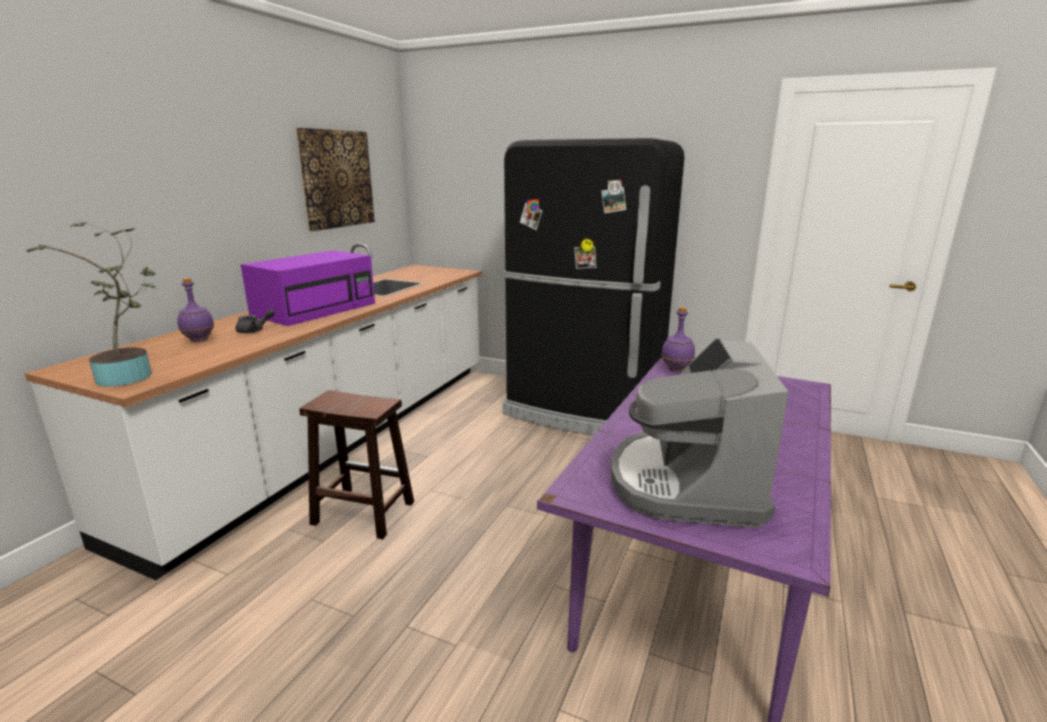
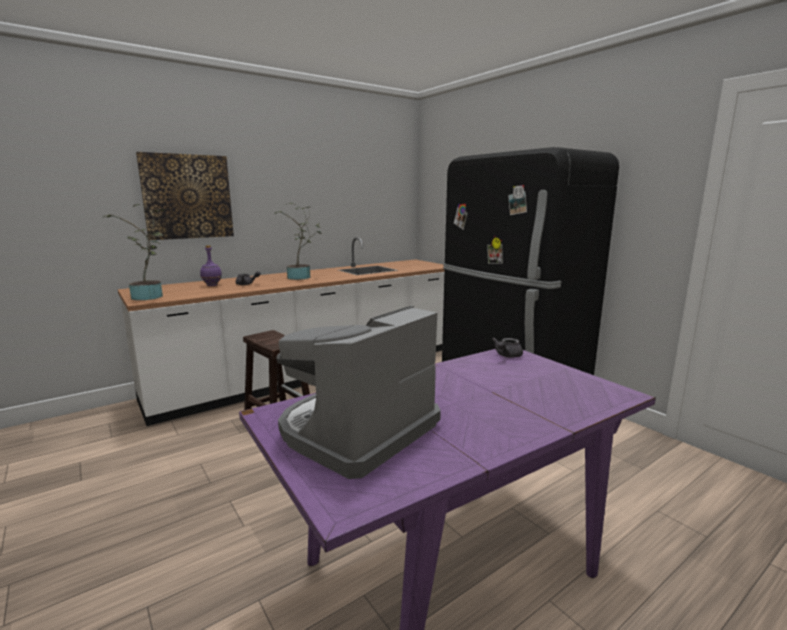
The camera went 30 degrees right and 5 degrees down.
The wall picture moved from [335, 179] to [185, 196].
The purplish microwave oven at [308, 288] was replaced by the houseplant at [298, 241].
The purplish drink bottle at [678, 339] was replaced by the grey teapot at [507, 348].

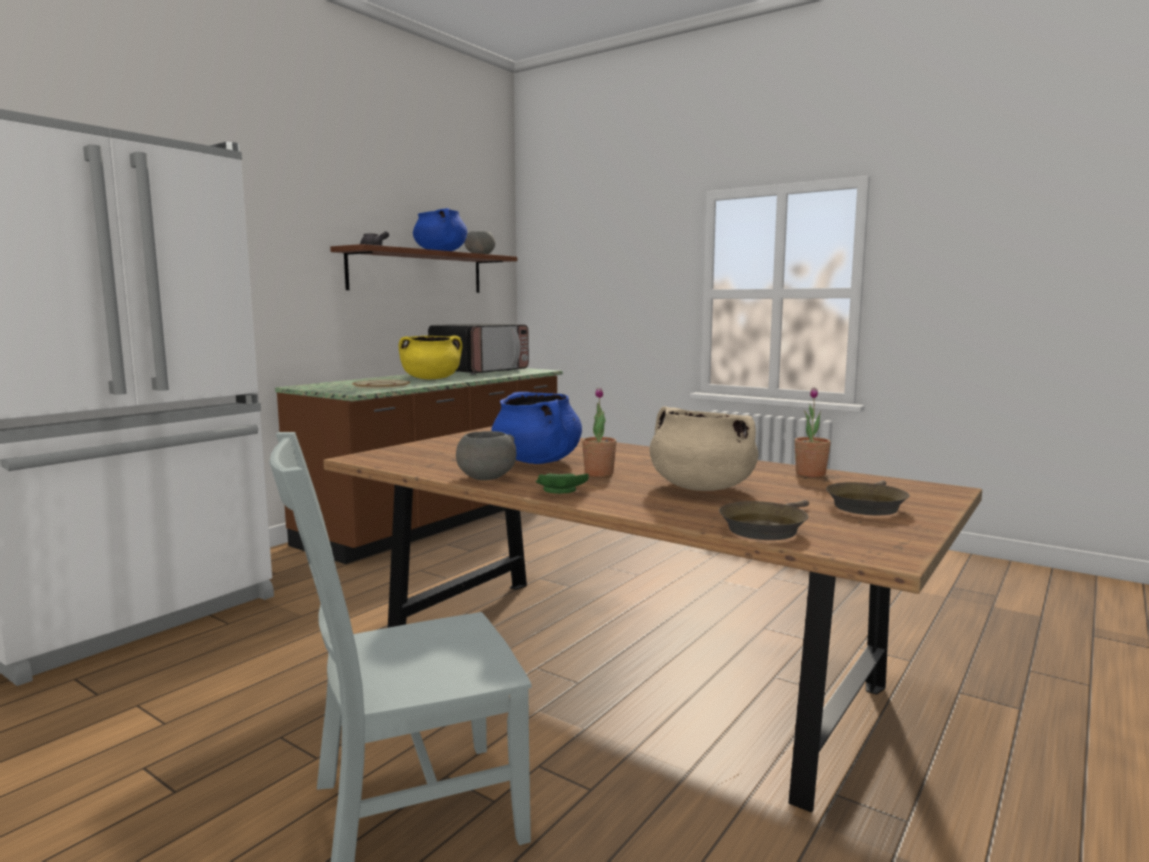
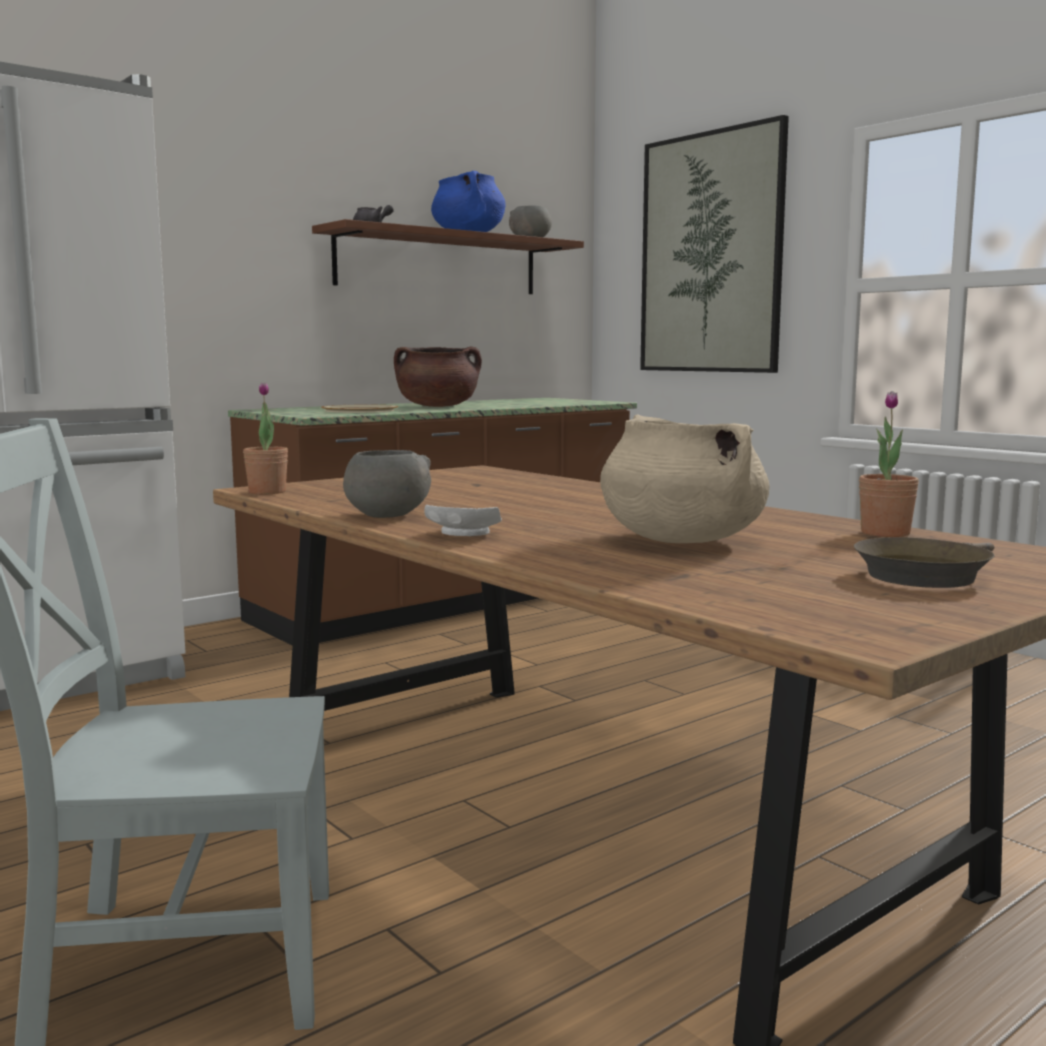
The camera went 15 degrees right and 0 degrees up.
The houseplant moved from [599, 432] to [265, 438].
The yellowish stockpot at [430, 357] became the brown stockpot at [438, 376].
The green plate at [562, 483] became the whitish plate at [463, 520].
The wall picture at [714, 244] appeared.
The microwave oven at [478, 349] disappeared.
The blue stockpot at [536, 428] disappeared.
The brown skillet at [764, 520] disappeared.

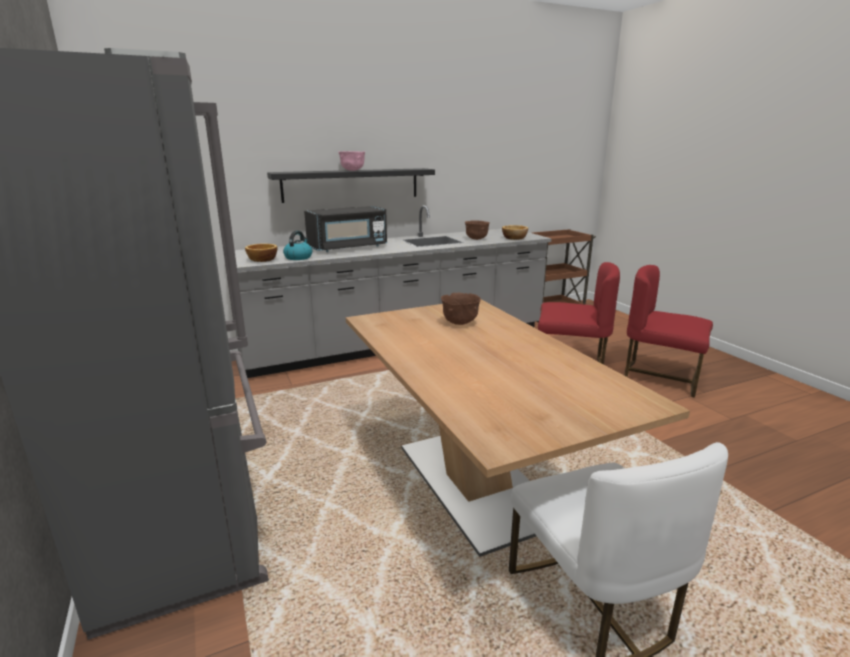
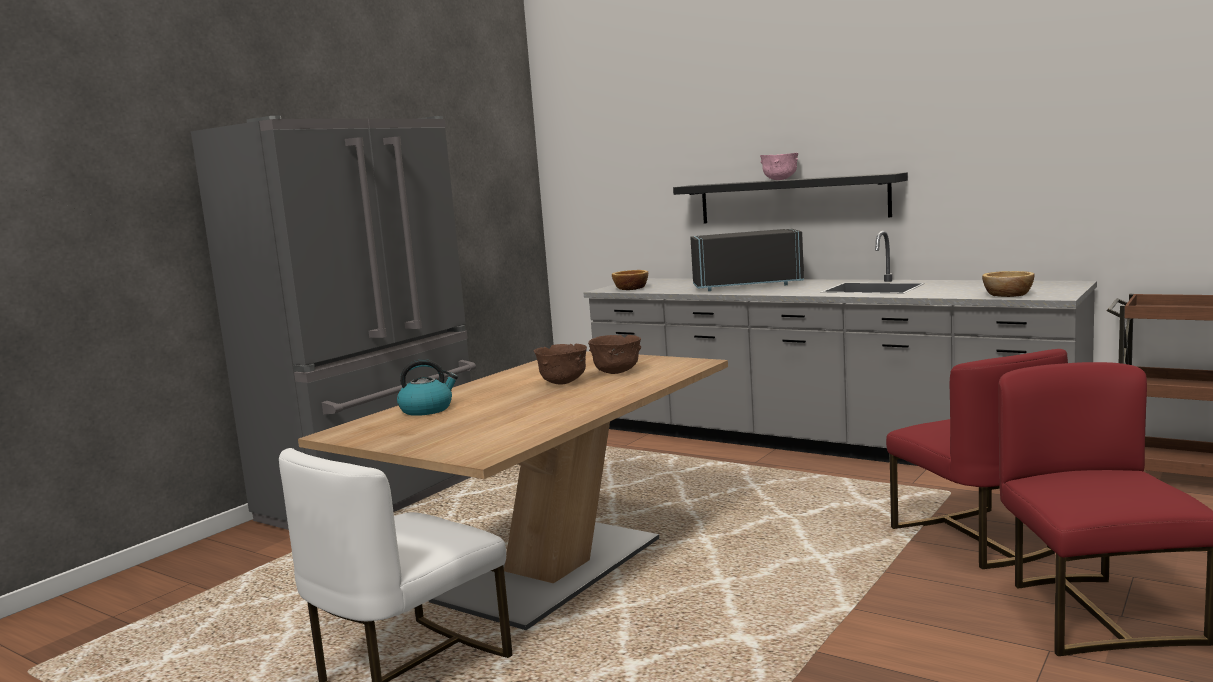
The camera went 60 degrees right and 10 degrees down.
The water kettle moved from [297, 245] to [427, 387].
The brown bowl moved from [477, 230] to [560, 364].
The black microwave oven at [345, 229] turned 150 degrees clockwise.

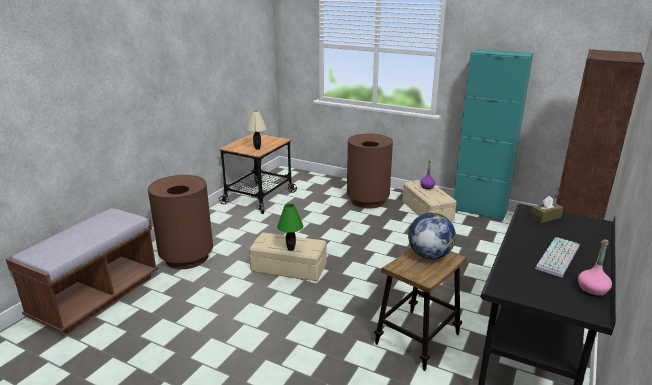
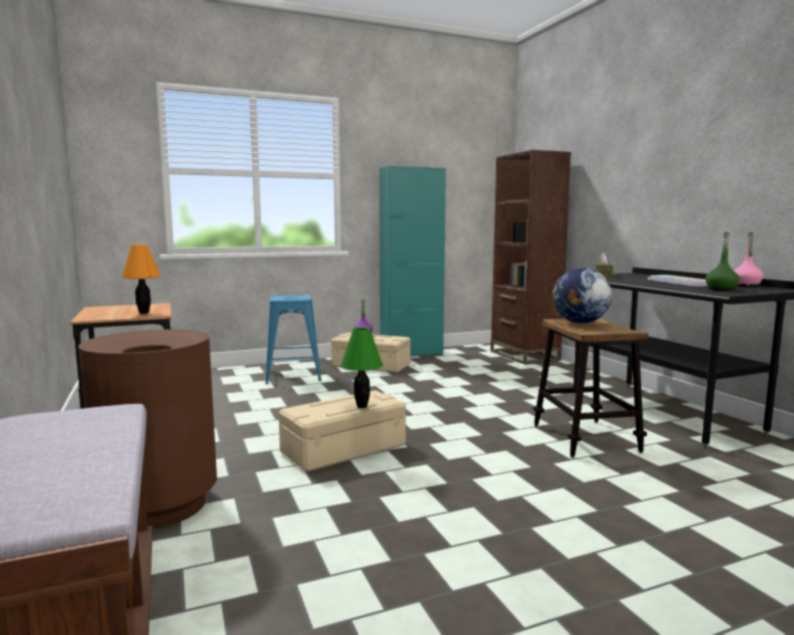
The camera went 50 degrees left and 15 degrees down.
The beige-coloured tabletop lamp at [256, 130] became the orange-coloured tabletop lamp at [141, 279].
The brown waste bin at [370, 171] was replaced by the blue sitting stool at [294, 339].
The green drink bottle at [722, 261] appeared.

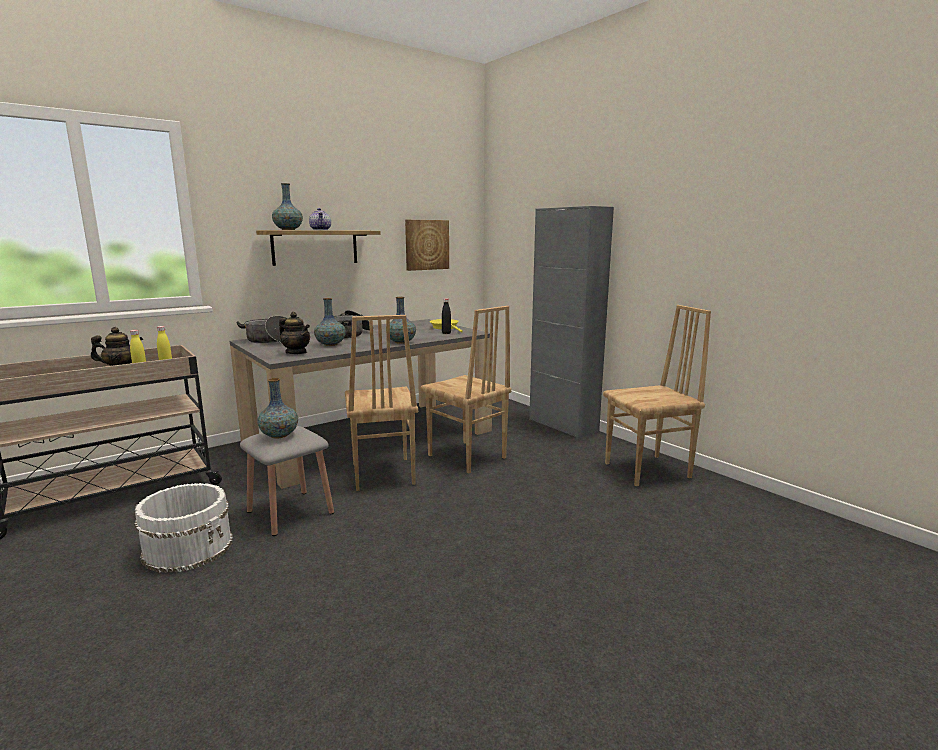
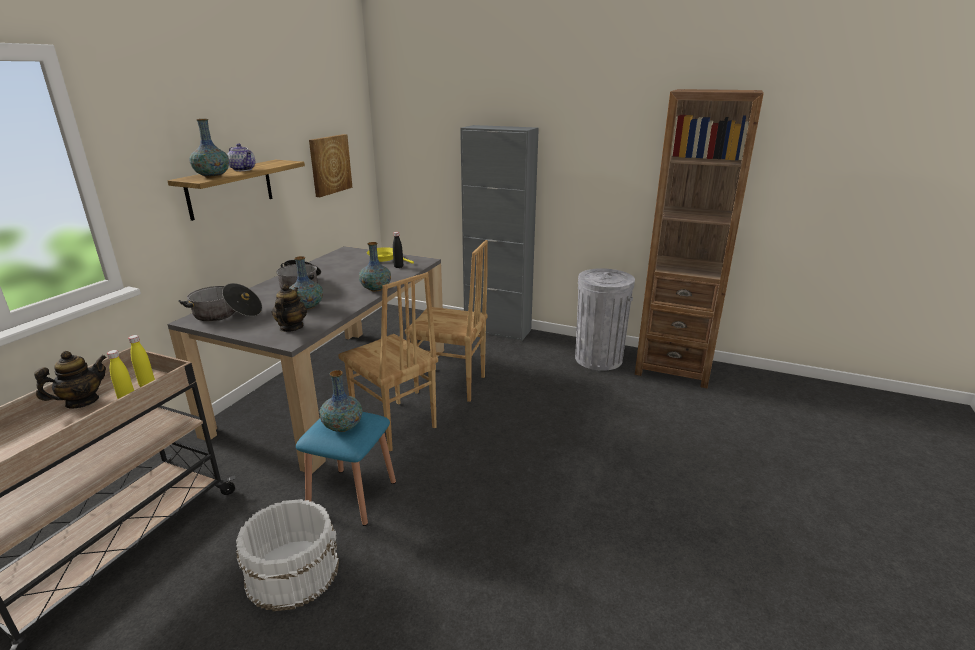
The camera went 30 degrees left and 10 degrees up.
The teapot at [294, 333] turned 90 degrees counterclockwise.
The grey sitting stool at [287, 481] became the blue sitting stool at [346, 469].
The brown plain chair at [657, 395] was replaced by the grey waste bin at [605, 319].
The brown bookshelf at [699, 238] appeared.

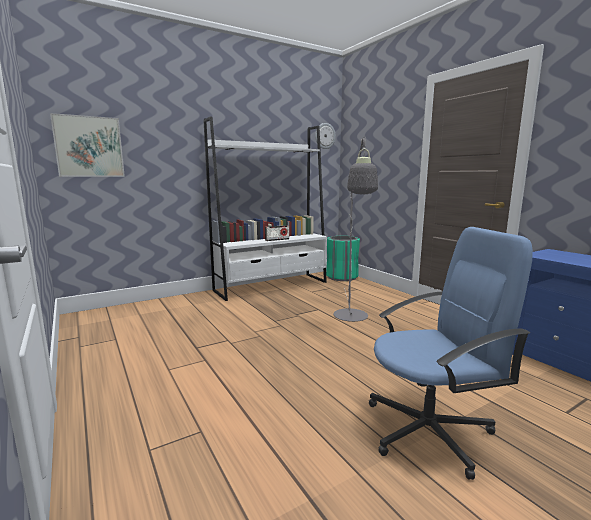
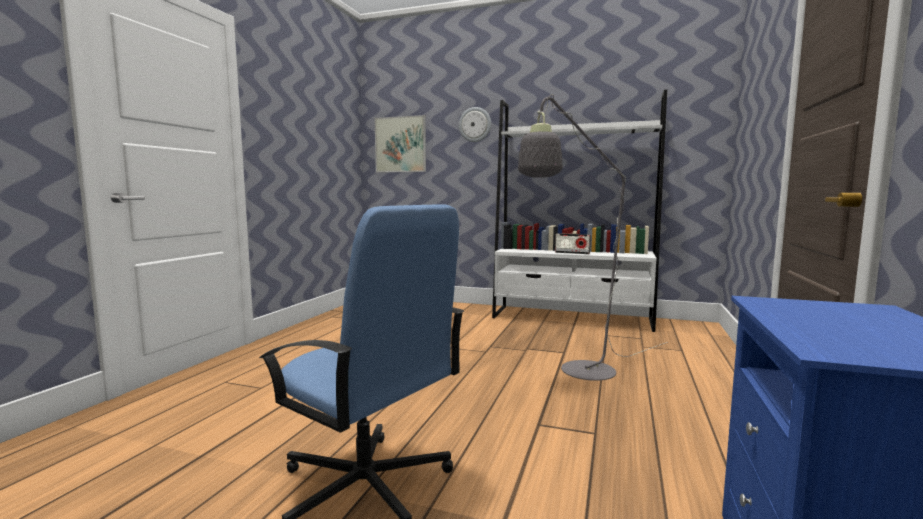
The camera went 50 degrees right and 5 degrees down.
The wall clock moved from [325, 136] to [475, 124].
The green waste bin at [343, 258] disappeared.

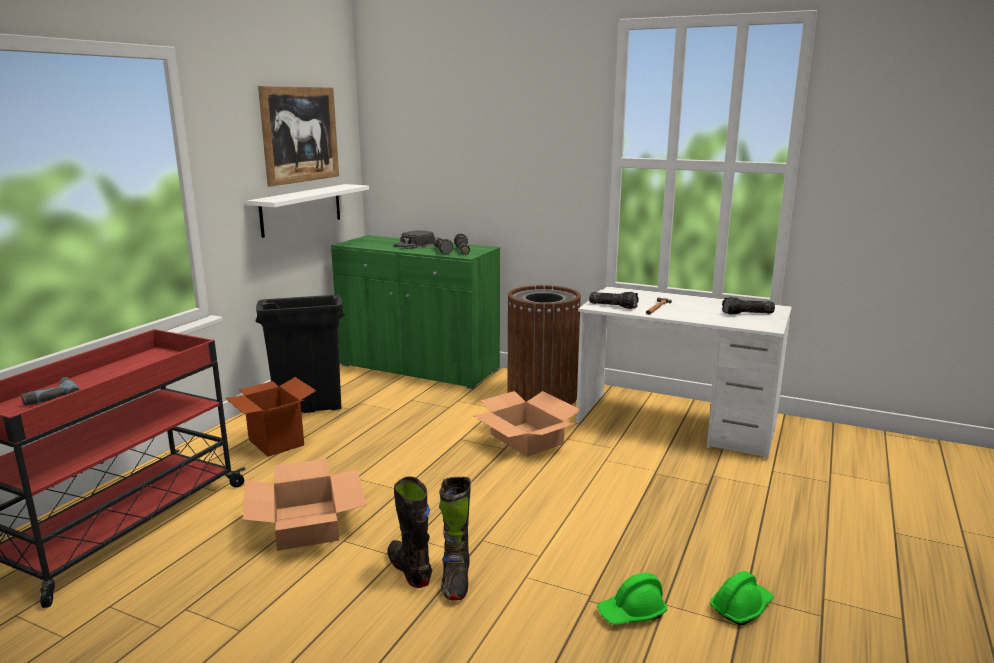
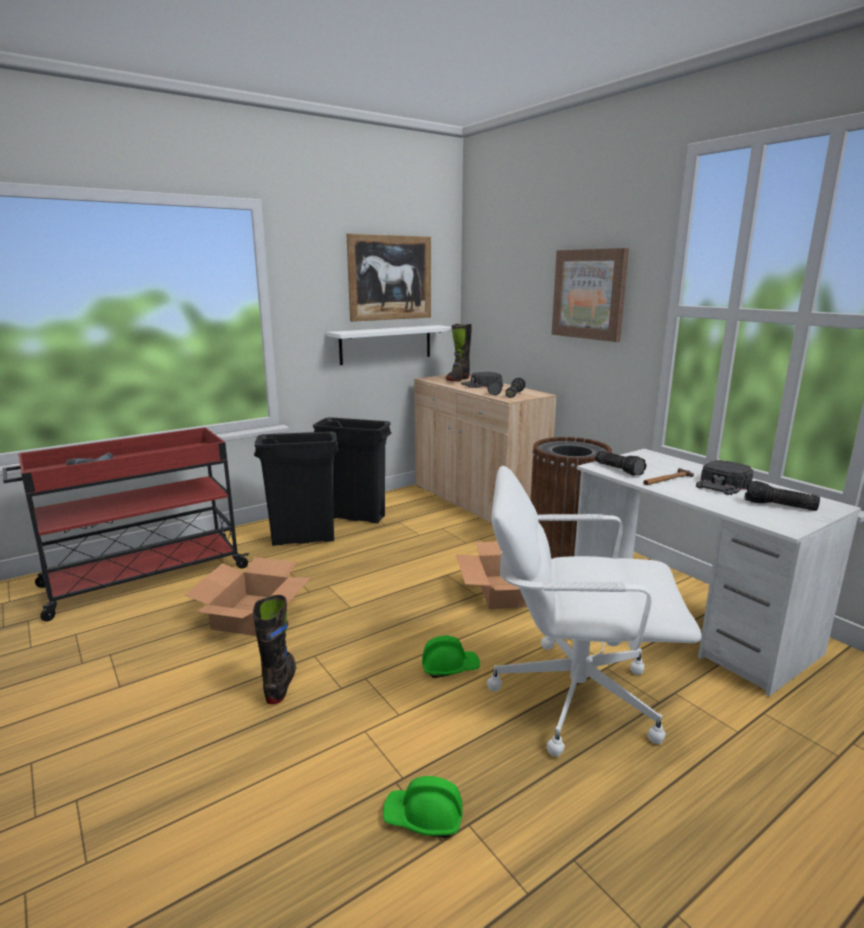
The camera went 30 degrees right and 0 degrees up.
The cardboard box at [270, 417] was replaced by the black waste bin at [296, 488].
The green storage cabinet at [415, 312] became the beige-coloured storage cabinet at [485, 449].
The green safety helmet moved from [742, 598] to [451, 657].
The black high-top boot moved from [455, 539] to [459, 353].
The whitish computer chair at [594, 611] appeared.
The wall picture at [590, 295] appeared.
The black baseball cap at [724, 477] appeared.

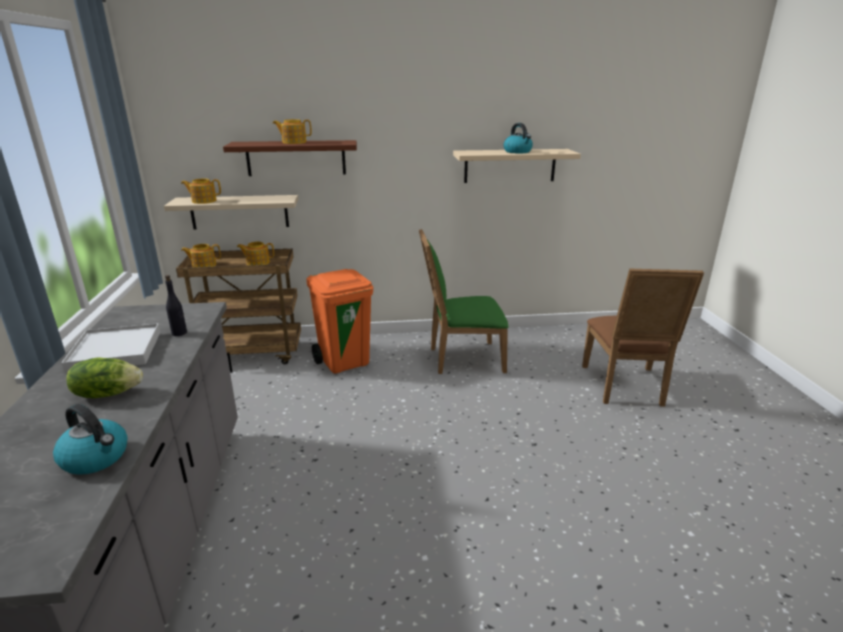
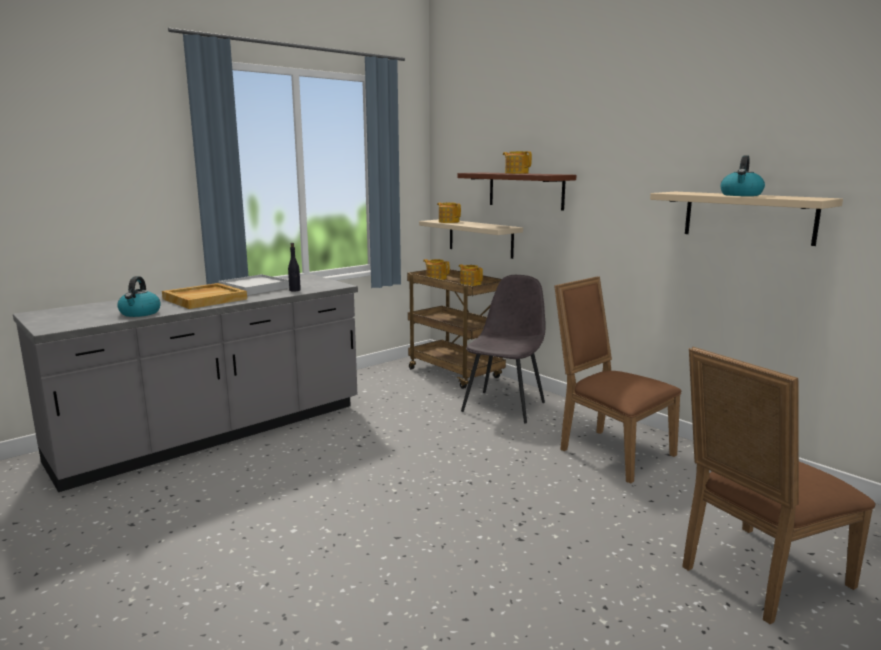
The camera went 55 degrees right and 10 degrees down.
The lettuce head at [104, 377] was replaced by the beige-coloured carrying tray at [204, 296].
The orange-coloured waste bin at [339, 321] was replaced by the grey plain chair at [503, 349].
The green plain chair at [464, 301] became the brown plain chair at [617, 380].

